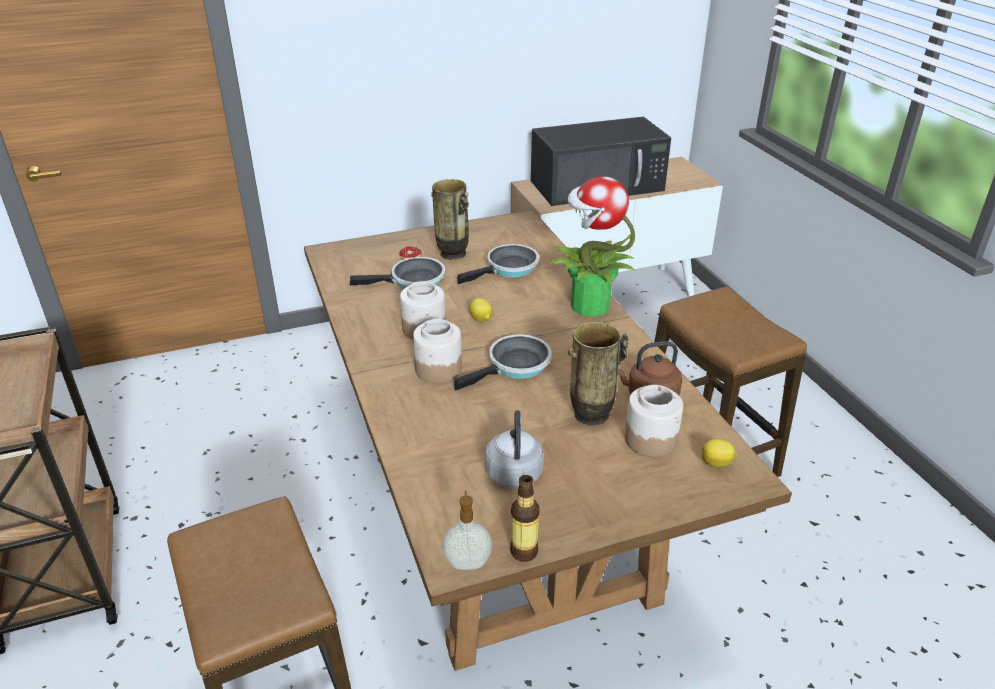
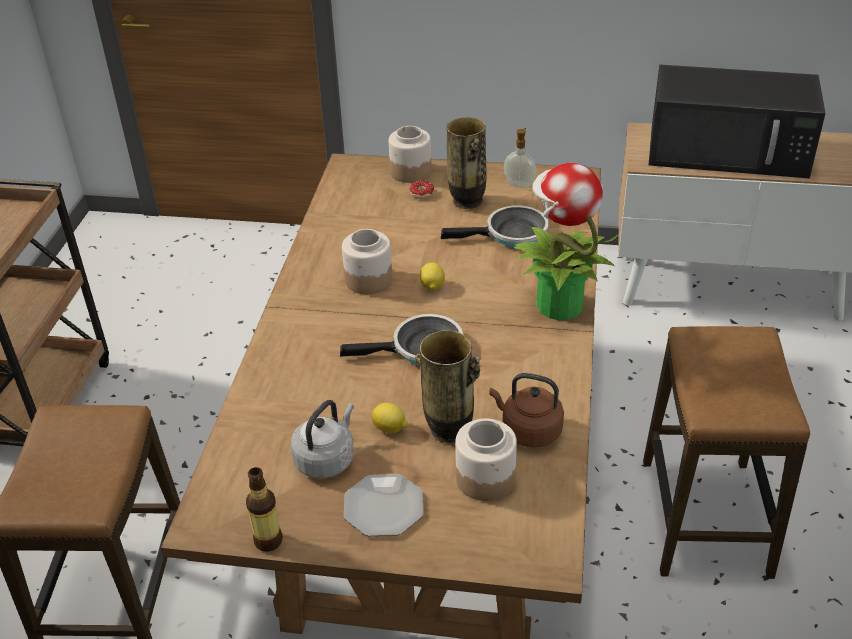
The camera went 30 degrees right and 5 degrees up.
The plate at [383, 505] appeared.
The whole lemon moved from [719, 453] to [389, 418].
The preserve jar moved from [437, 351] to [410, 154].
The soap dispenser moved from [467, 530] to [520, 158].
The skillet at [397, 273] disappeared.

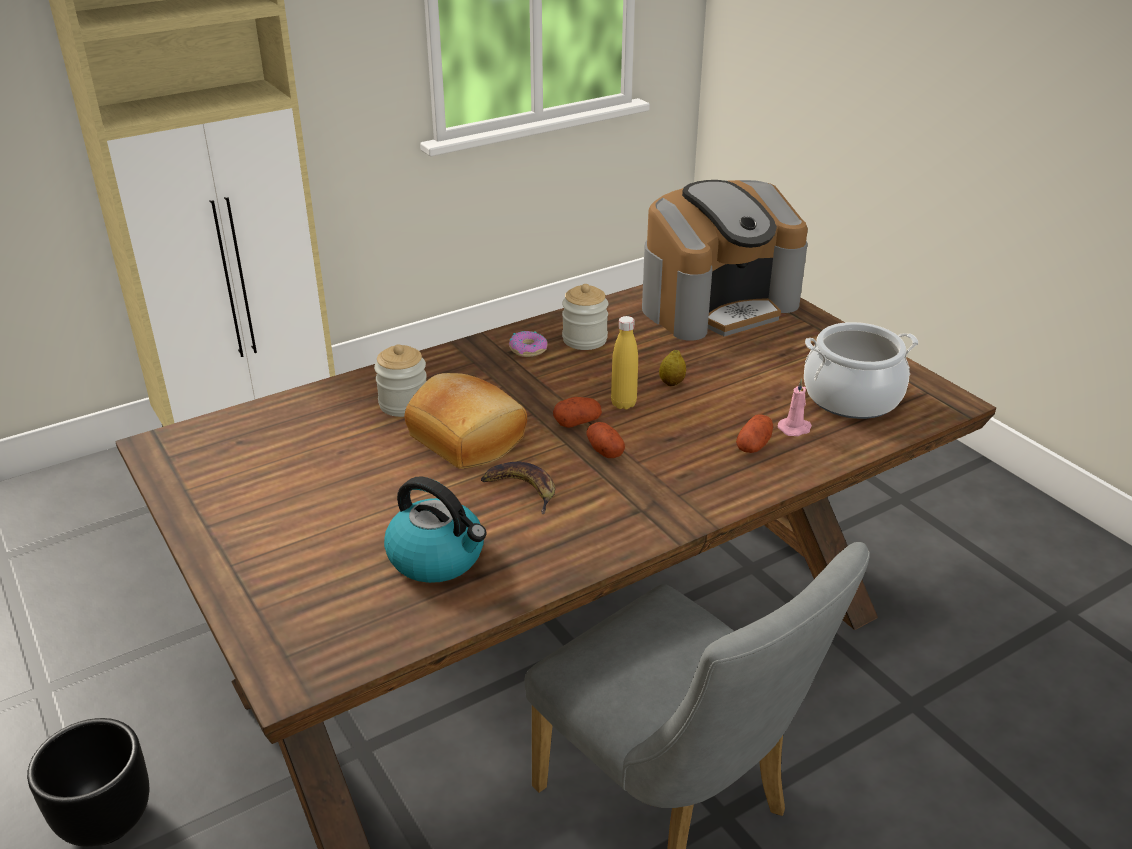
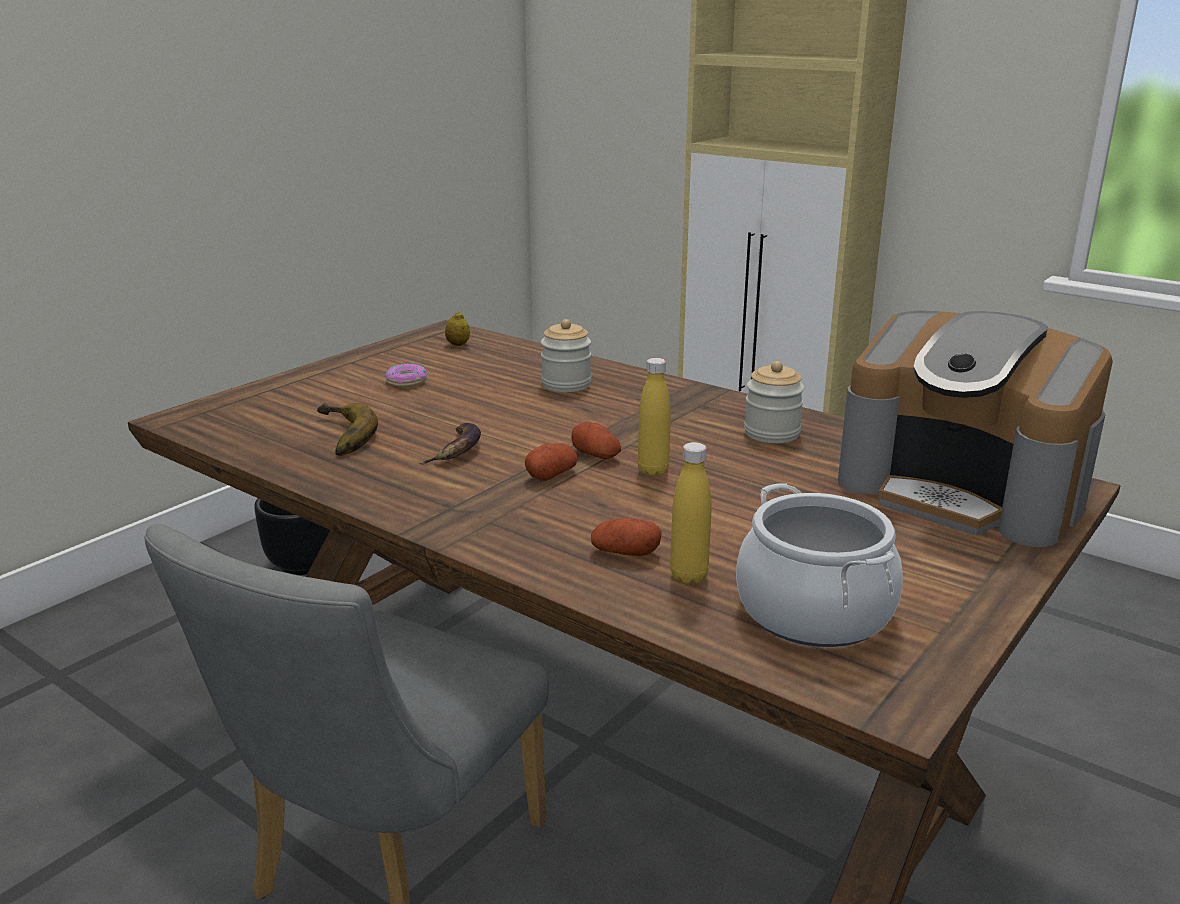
The camera went 70 degrees right and 10 degrees down.
The water kettle at [435, 529] was replaced by the whole banana at [347, 429].
The doughnut moved from [528, 344] to [406, 375].
The whole lemon moved from [672, 368] to [457, 329].
The pink-coloured wax light at [795, 407] was replaced by the yellowish drink bottle at [690, 513].
The bread at [466, 421] disappeared.

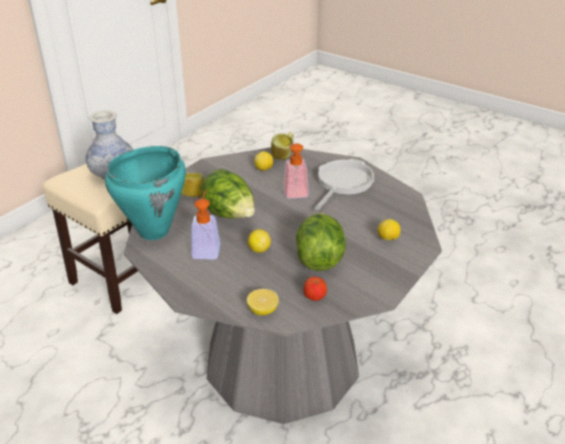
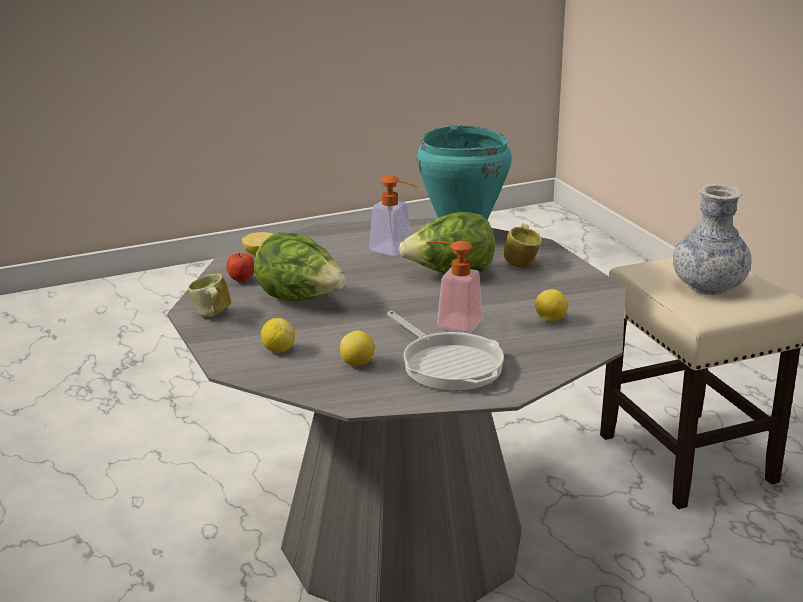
The camera went 120 degrees right and 10 degrees down.
The mug moved from [282, 146] to [209, 295].
The whole lemon moved from [259, 241] to [357, 348].

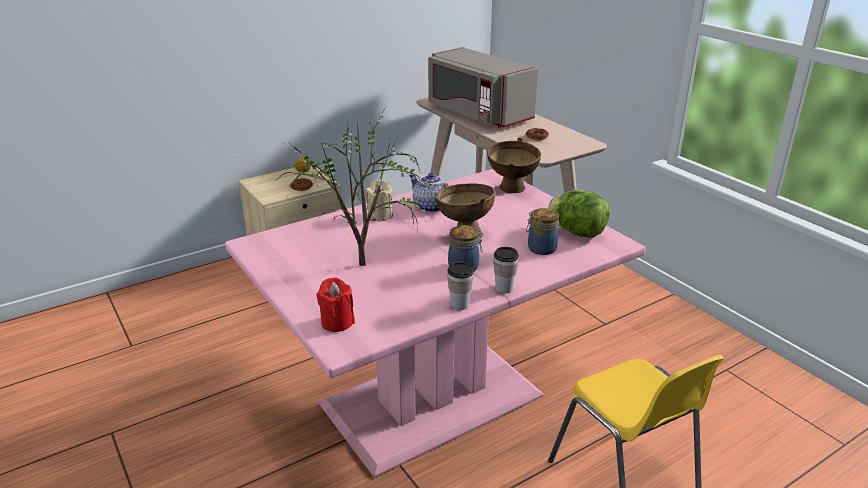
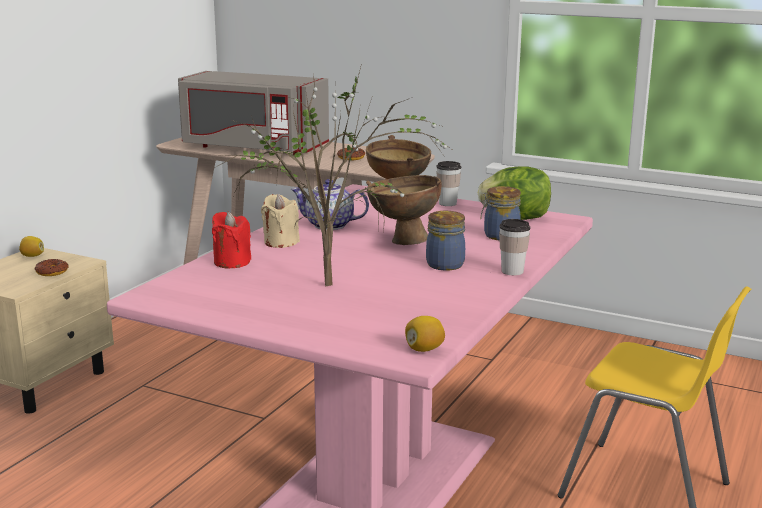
The camera went 30 degrees left and 10 degrees down.
The reddish wax light moved from [336, 304] to [231, 240].
The whole lemon at [425, 334] appeared.
The small cup moved from [460, 286] to [449, 183].

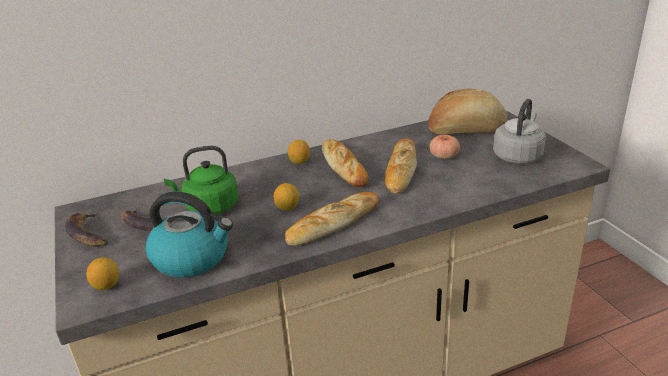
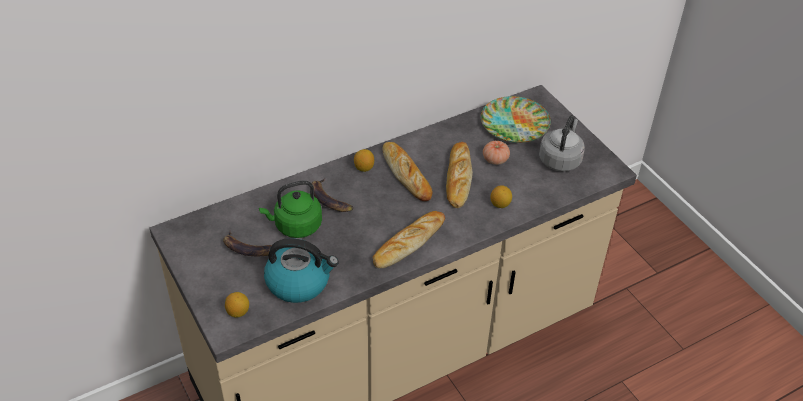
The camera went 10 degrees left and 15 degrees up.
The whole banana moved from [86, 230] to [332, 195].
The bread at [468, 111] was replaced by the plate at [516, 119].
The whole lemon moved from [286, 197] to [501, 196].

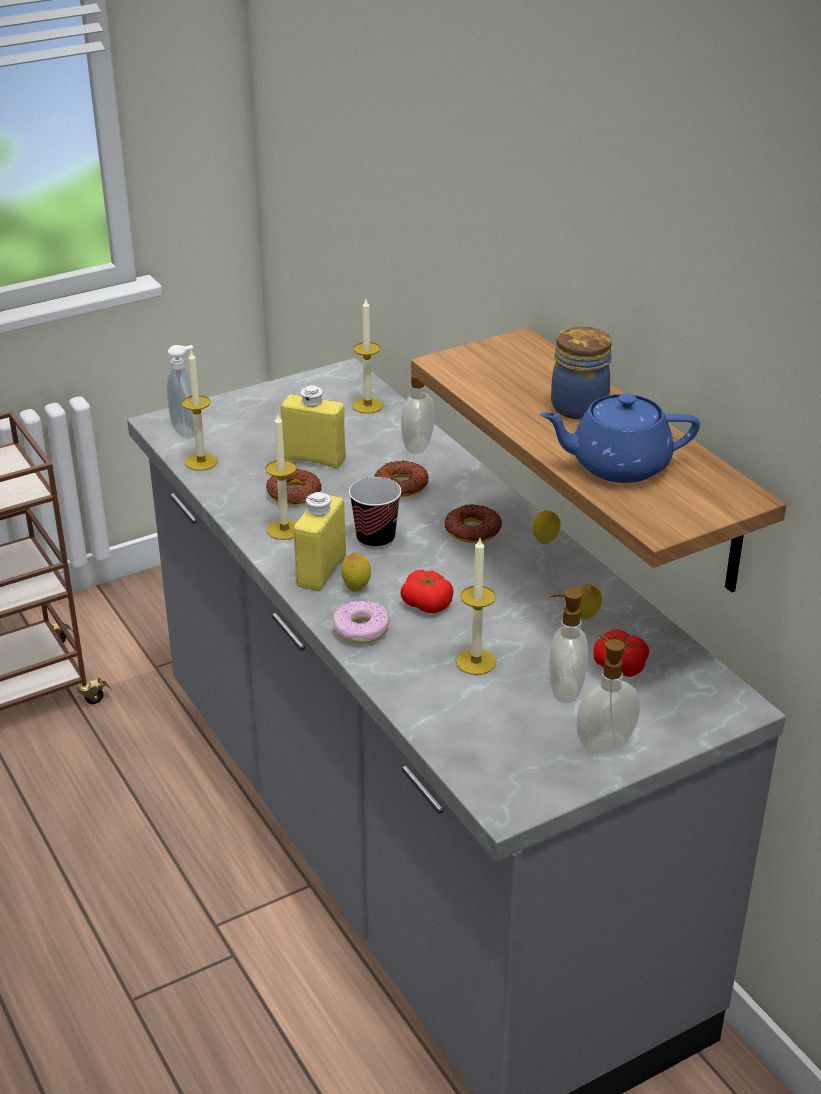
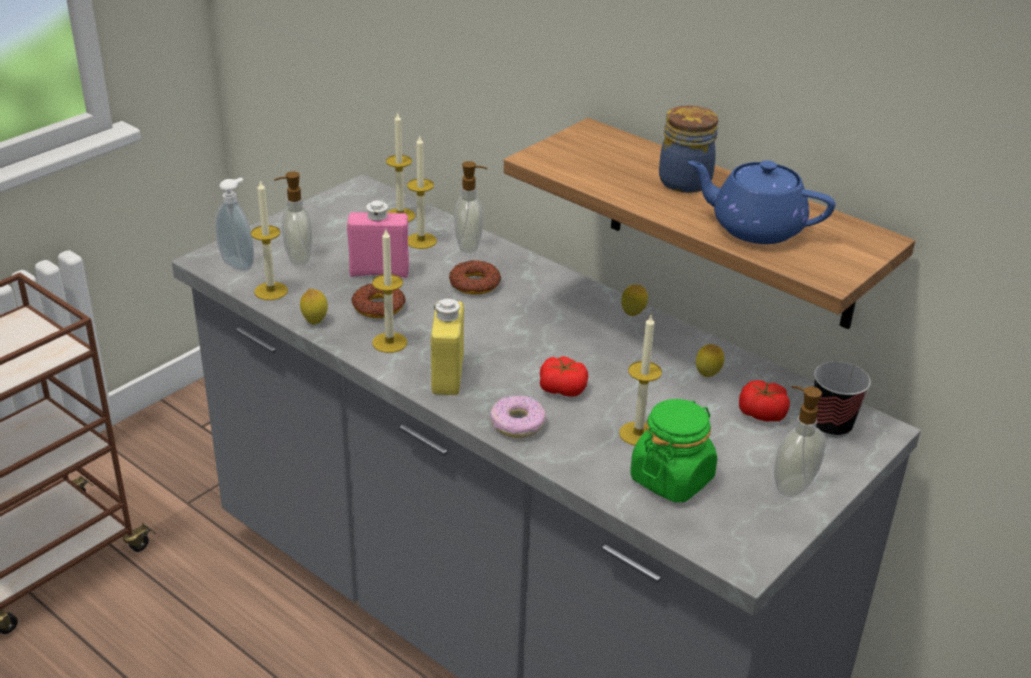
The camera went 20 degrees left and 0 degrees up.
The soap dispenser moved from [568, 645] to [293, 218].
The whole lemon moved from [356, 572] to [314, 306].
The yellowish drink bottle at [313, 427] became the pink-coloured drink bottle at [378, 239].
The wax light at [422, 192] appeared.
The green preserve jar at [673, 450] appeared.
The blue teapot at [620, 438] turned 45 degrees clockwise.
The small cup moved from [375, 513] to [842, 399].
The doughnut at [473, 523] disappeared.

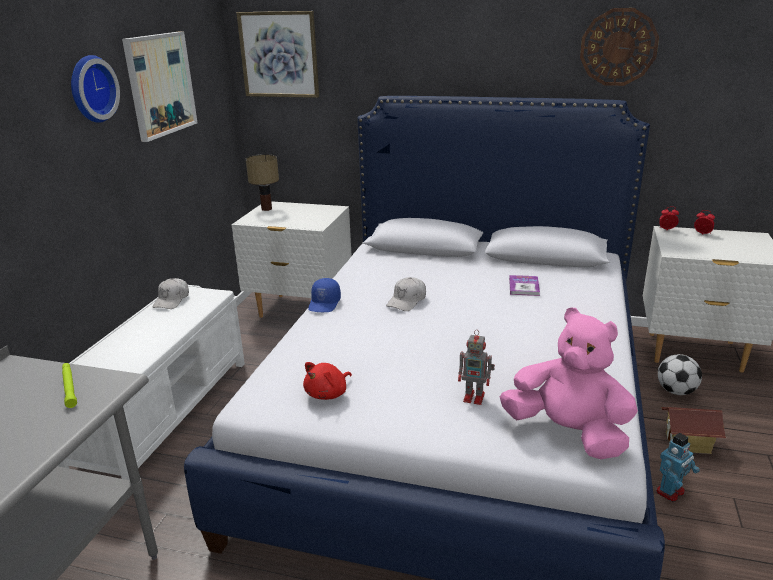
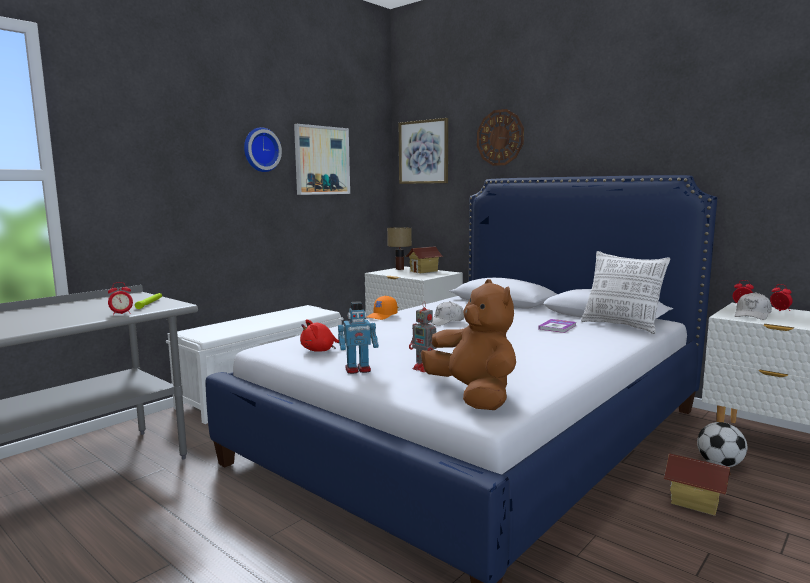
The camera went 25 degrees right and 15 degrees down.
The bedside clock at [120, 298] appeared.
The model robot moved from [678, 467] to [358, 337].
The blue baseball cap at [324, 295] became the orange-coloured baseball cap at [382, 308].
The model house at [424, 259] appeared.
The pink-coloured plush toy at [569, 383] became the brown plush toy at [468, 344].
The wall clock moved from [619, 47] to [500, 137].
The pillow at [625, 292] appeared.
The whitish baseball cap moved from [170, 293] to [753, 306].

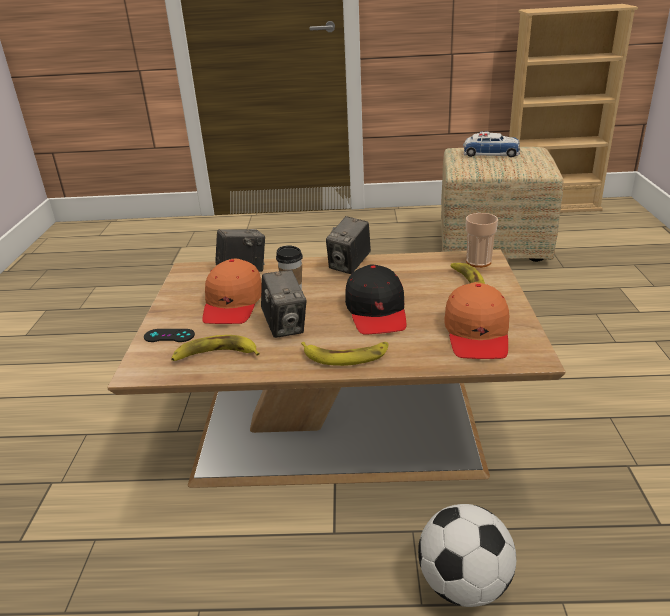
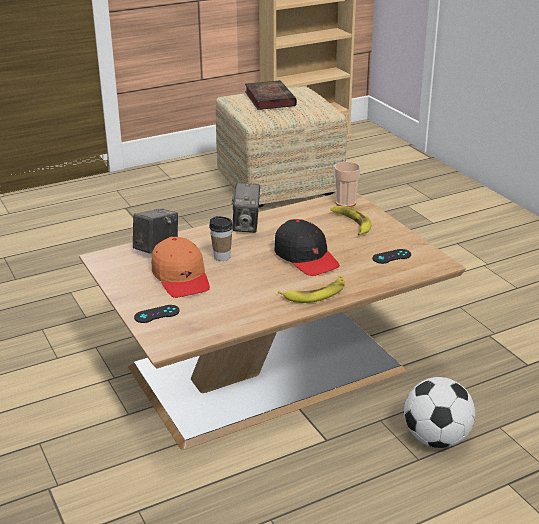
The camera went 30 degrees left and 0 degrees up.
The model car at [491, 144] was replaced by the volume at [271, 95].
The orange-coloured baseball cap at [476, 320] was replaced by the black joypad at [391, 256].
The whole banana at [215, 348] disappeared.
The photo camera at [284, 304] disappeared.

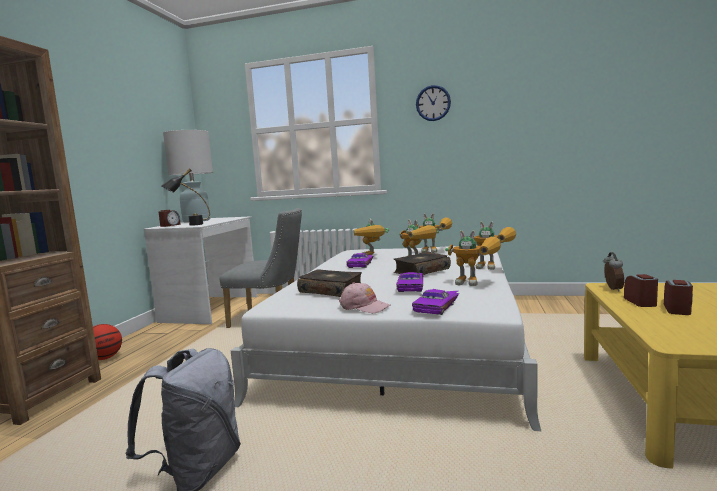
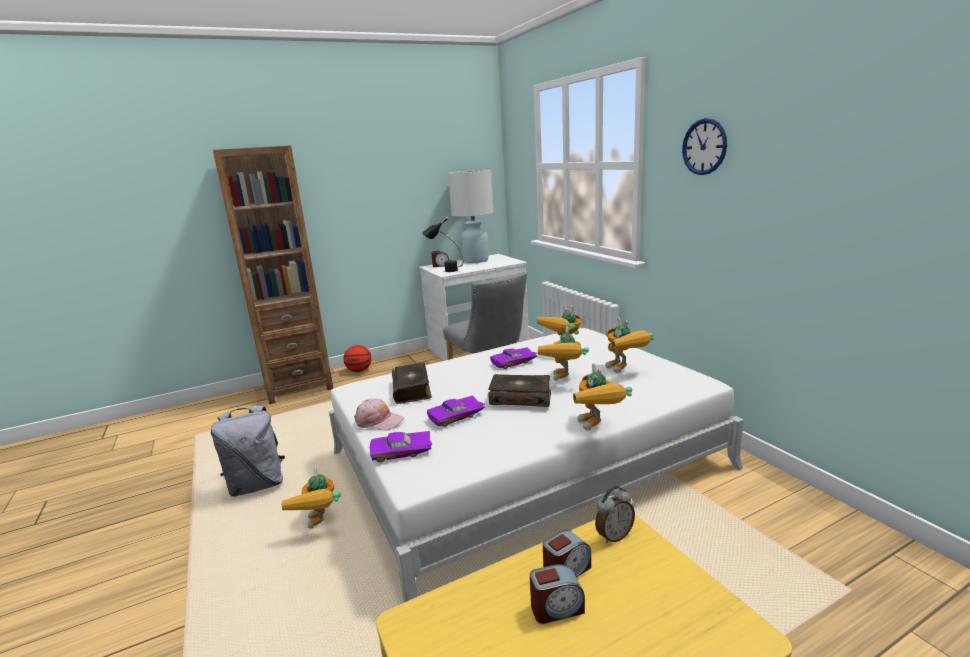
The camera went 50 degrees right and 10 degrees up.
The model robot moved from [473, 258] to [311, 497].
The pink-coloured baseball cap at [365, 298] turned 60 degrees counterclockwise.

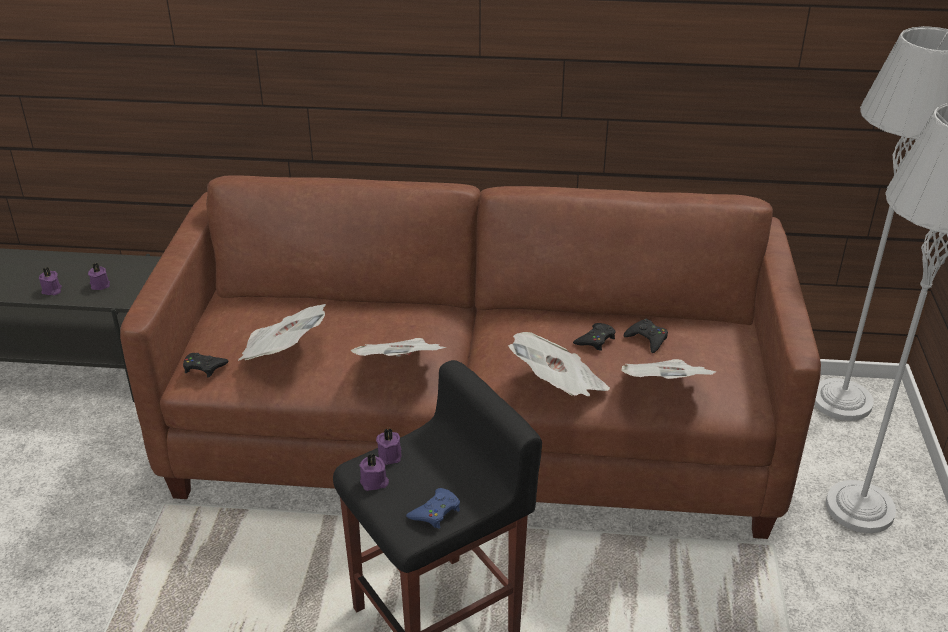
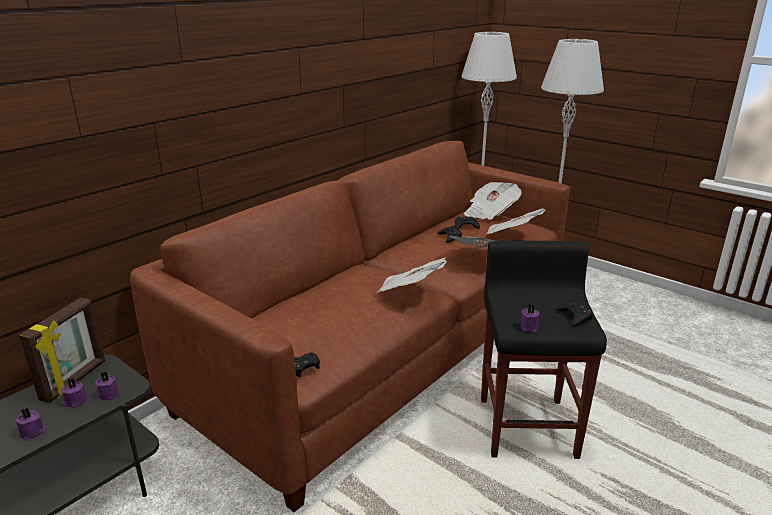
The camera went 55 degrees left and 10 degrees down.
The photo frame at [62, 350] appeared.
The purplish wax light moved from [389, 446] to [107, 386].
The printed paper moved from [282, 332] to [493, 201].
The blue joypad at [433, 508] became the black joypad at [574, 313].

